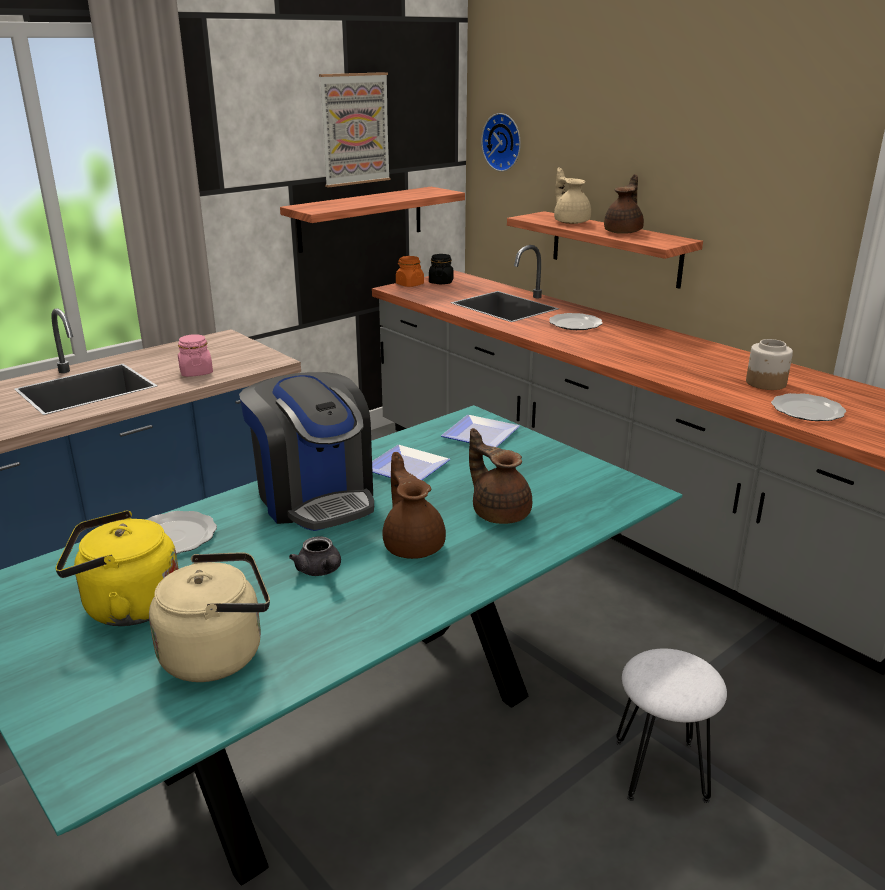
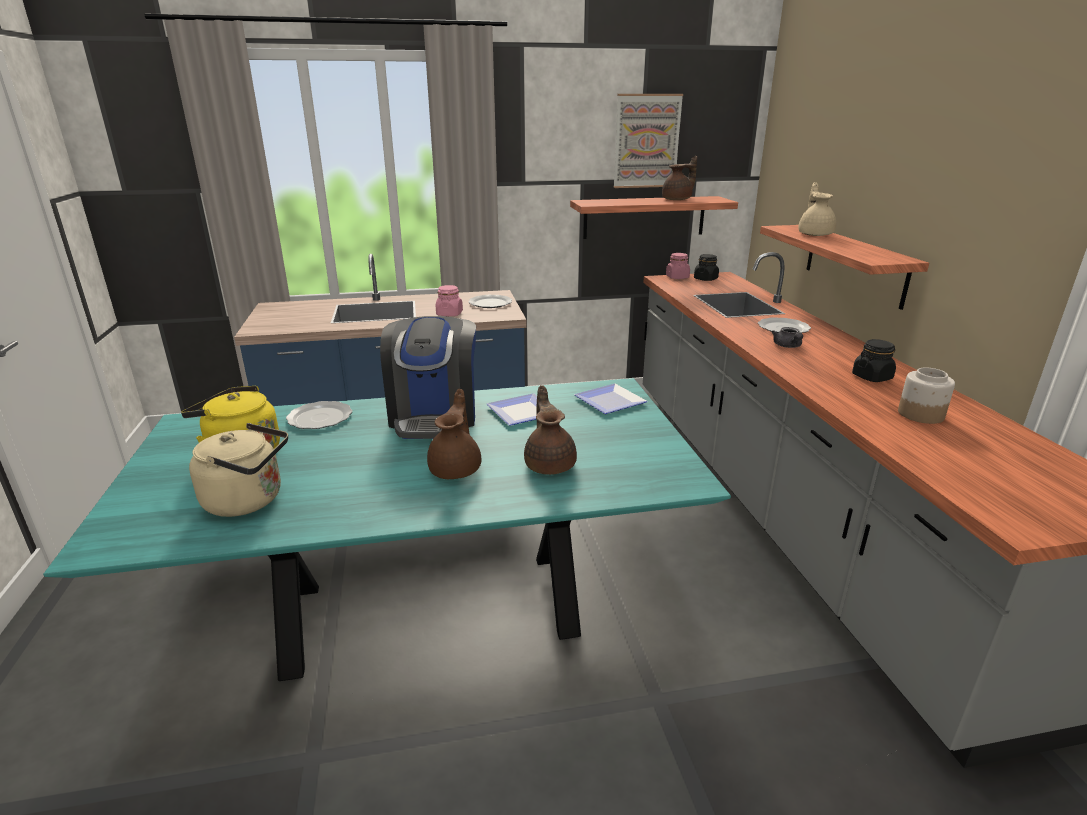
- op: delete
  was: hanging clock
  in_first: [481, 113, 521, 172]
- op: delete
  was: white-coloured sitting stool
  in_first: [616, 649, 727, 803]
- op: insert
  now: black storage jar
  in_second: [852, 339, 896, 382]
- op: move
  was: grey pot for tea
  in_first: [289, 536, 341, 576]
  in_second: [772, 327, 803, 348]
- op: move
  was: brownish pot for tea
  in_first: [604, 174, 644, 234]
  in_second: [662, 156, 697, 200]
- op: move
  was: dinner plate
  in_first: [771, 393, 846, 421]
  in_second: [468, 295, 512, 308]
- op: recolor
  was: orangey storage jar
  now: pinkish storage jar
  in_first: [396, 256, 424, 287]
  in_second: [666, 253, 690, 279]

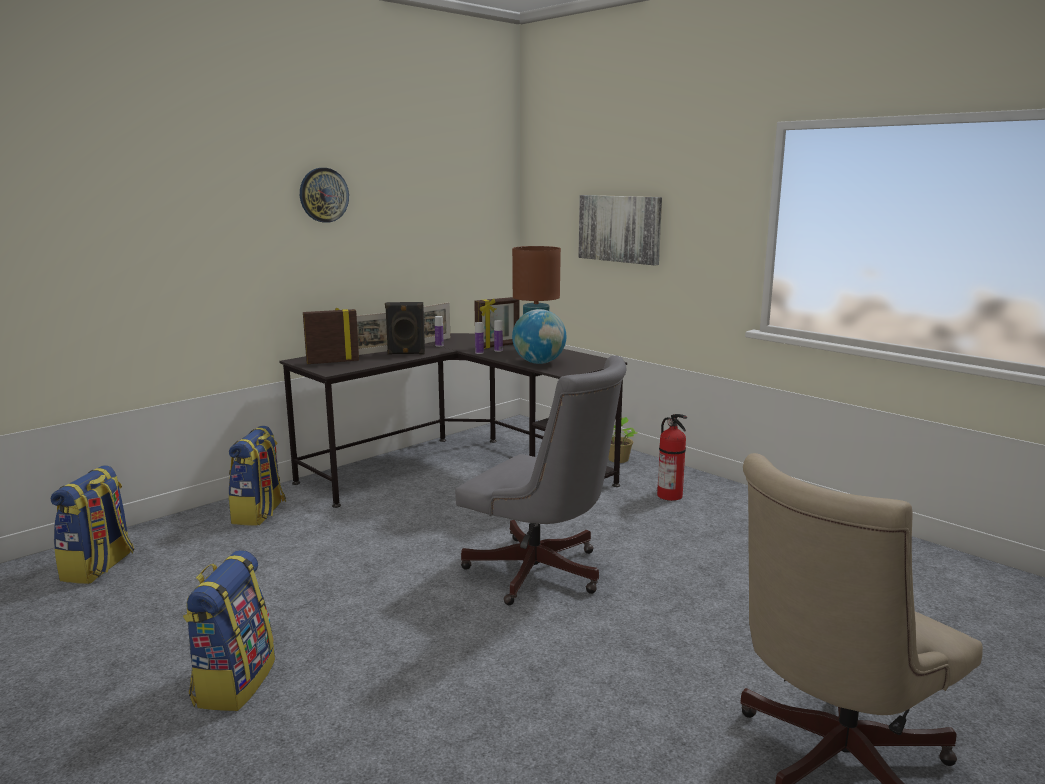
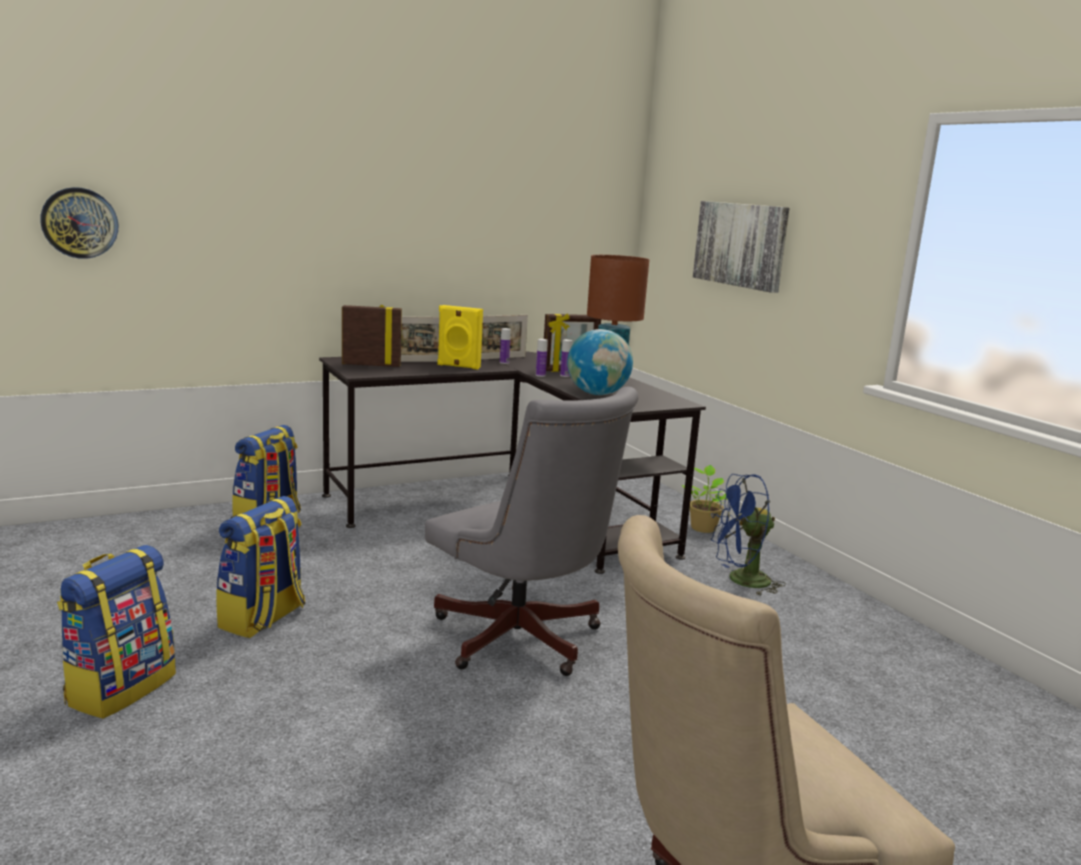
- op: move
  was: knapsack
  in_first: [51, 465, 134, 584]
  in_second: [216, 496, 305, 638]
- op: move
  was: hanging clock
  in_first: [300, 168, 349, 223]
  in_second: [40, 187, 118, 259]
- op: replace
  was: fire extinguisher
  now: blue cooling fan
  in_first: [657, 414, 687, 501]
  in_second: [711, 474, 786, 596]
- op: recolor
  was: black loudspeaker
  now: yellow-coloured loudspeaker
  in_first: [385, 302, 425, 355]
  in_second: [437, 305, 483, 370]

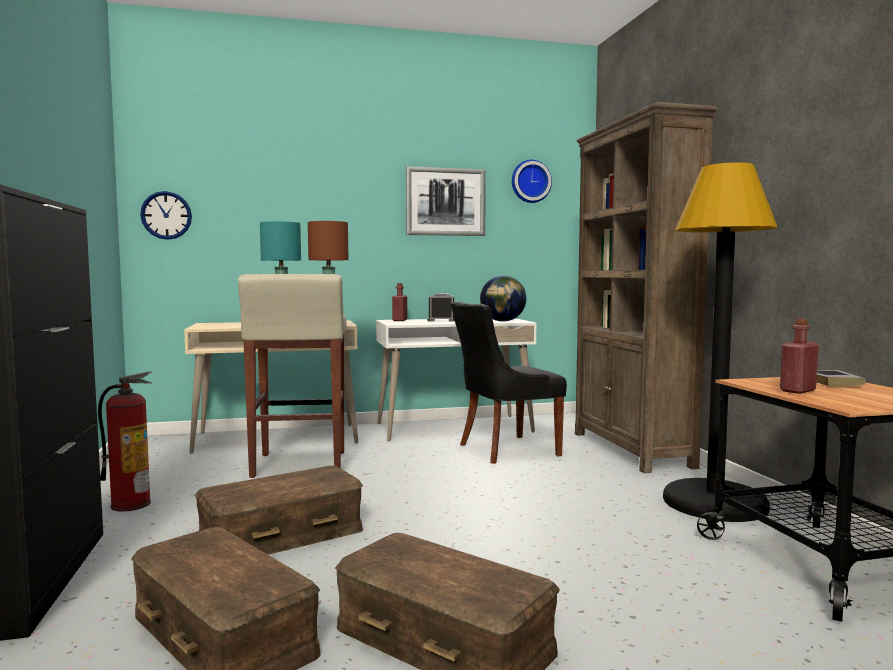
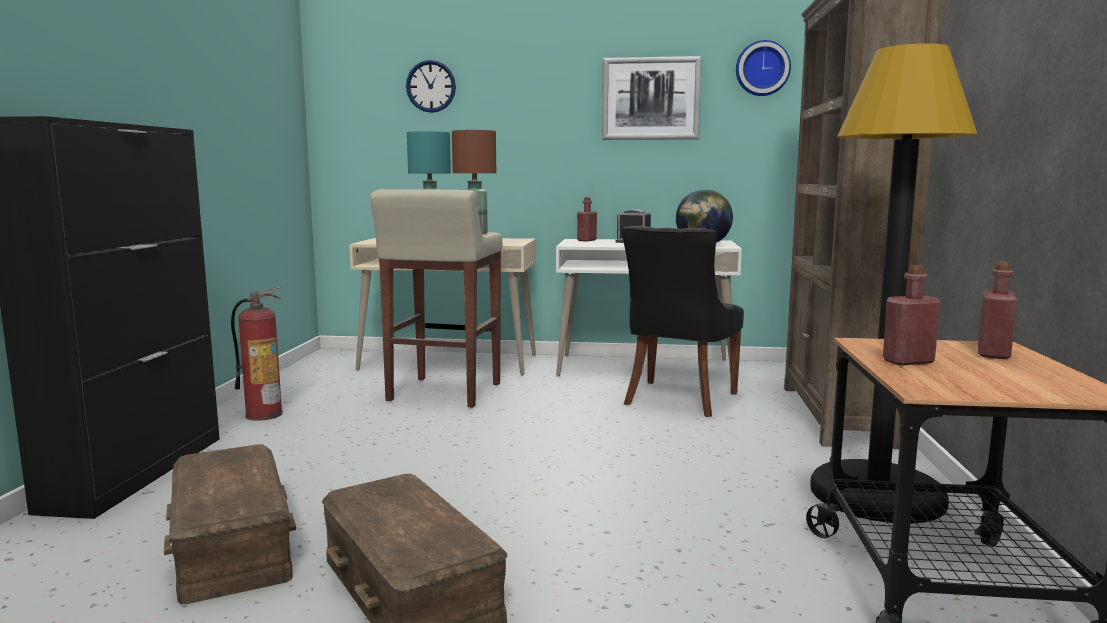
- op: delete
  was: brownish storage container
  in_first: [195, 466, 363, 555]
- op: move
  was: hanging clock
  in_first: [140, 191, 192, 240]
  in_second: [406, 60, 456, 113]
- op: replace
  was: volume
  now: red drink bottle
  in_first: [816, 370, 866, 386]
  in_second: [978, 261, 1017, 359]
- op: rotate
  was: black upright chair
  in_first: [451, 302, 567, 464]
  in_second: [621, 226, 744, 417]
  clockwise: -60

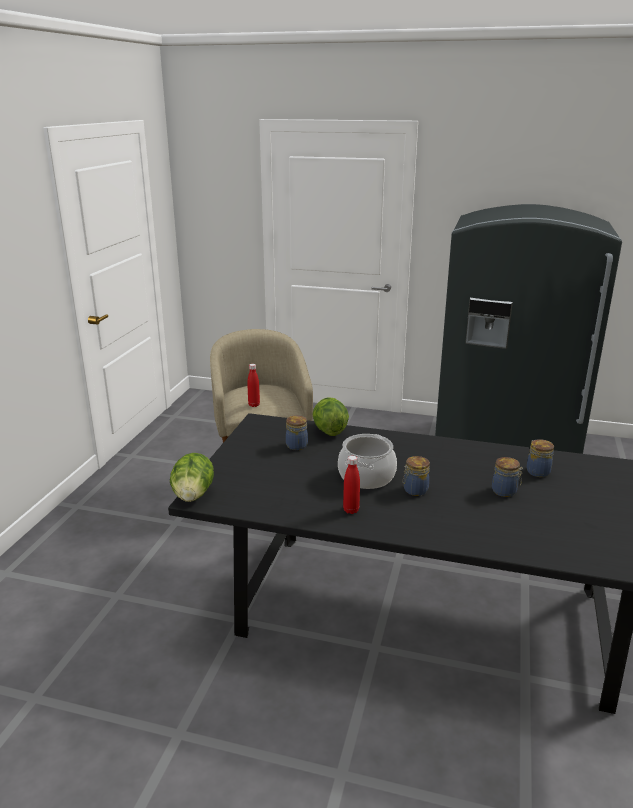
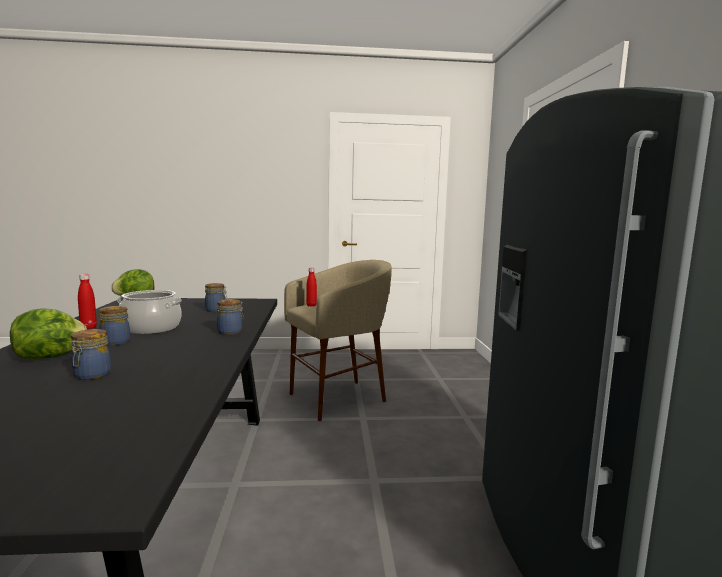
- op: move
  was: lettuce
  in_first: [312, 397, 349, 436]
  in_second: [10, 308, 87, 359]
- op: move
  was: storage jar
  in_first: [526, 439, 554, 477]
  in_second: [217, 299, 244, 335]

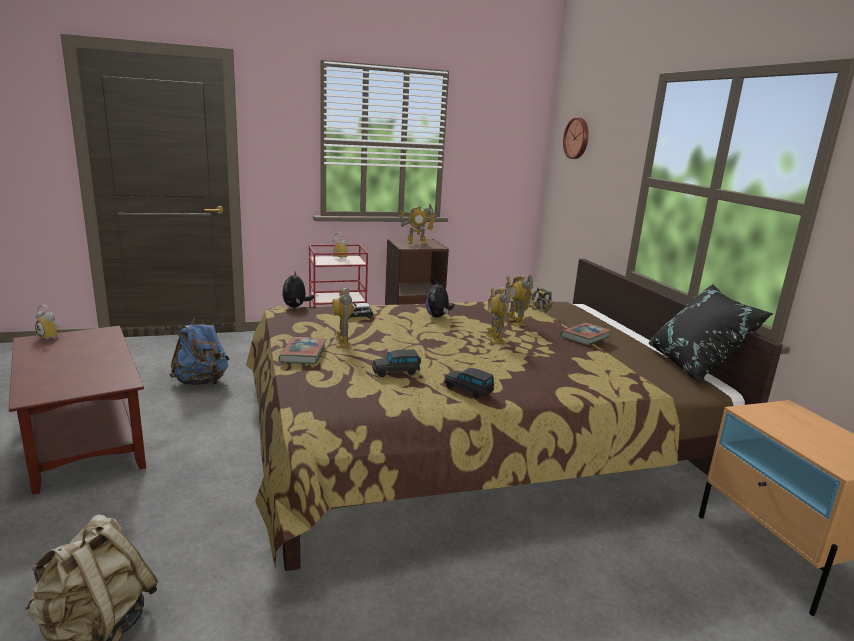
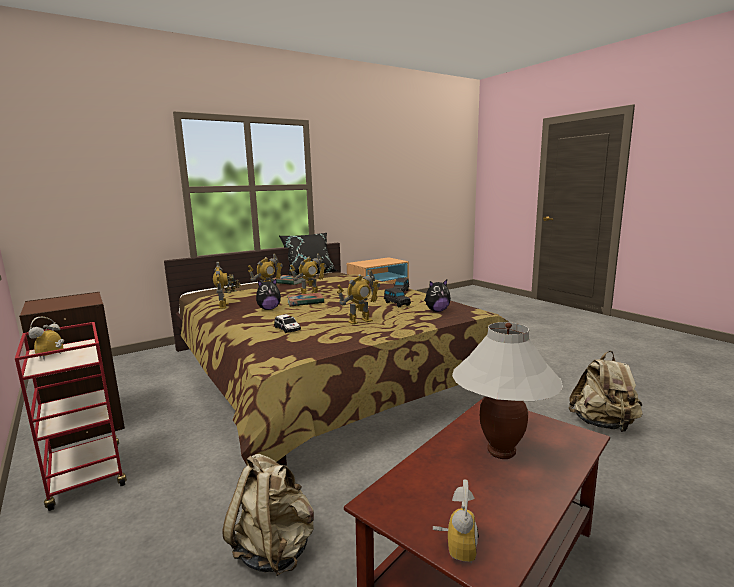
- op: delete
  was: hanging clock
  in_first: [563, 118, 589, 159]
- op: insert
  now: white-coloured lamp for a table
  in_second: [452, 322, 563, 459]
- op: move
  was: volume
  in_first: [278, 337, 326, 364]
  in_second: [287, 292, 324, 306]
- op: move
  was: plush toy
  in_first: [282, 272, 314, 308]
  in_second: [424, 280, 451, 312]
- op: move
  was: robot figure
  in_first: [399, 204, 437, 245]
  in_second: [213, 261, 229, 309]
- op: recolor
  was: blue knapsack
  now: beige-coloured knapsack
  in_first: [170, 316, 229, 385]
  in_second: [223, 454, 314, 576]

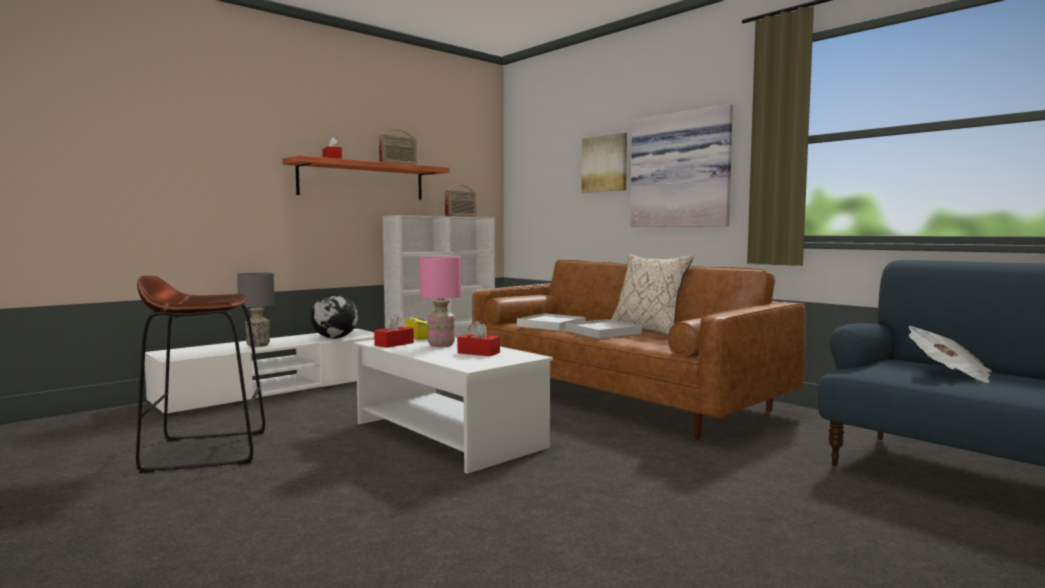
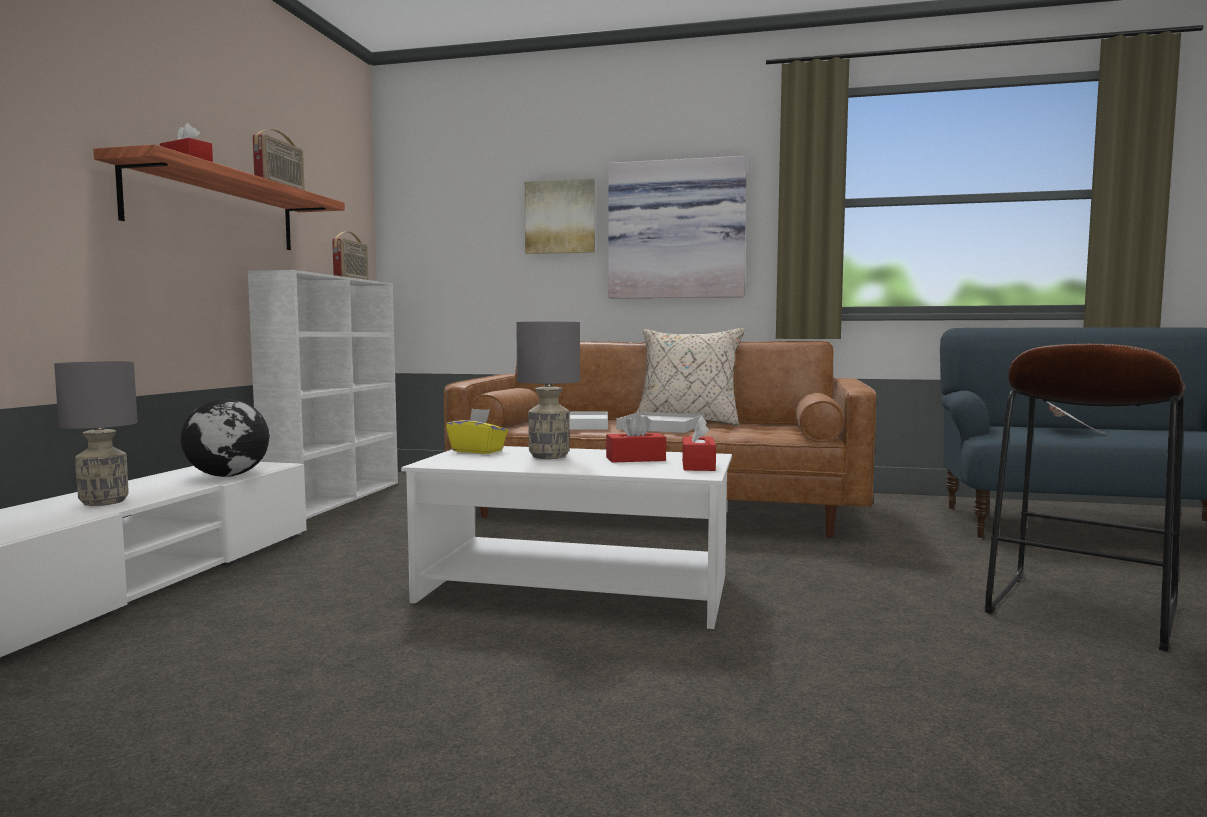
- op: move
  was: brownish sitting stool
  in_first: [136, 276, 266, 473]
  in_second: [985, 344, 1185, 652]
- op: move
  was: red box of tissues
  in_first: [374, 314, 414, 348]
  in_second: [682, 416, 716, 471]
- op: recolor
  was: pinkish lamp for a table
  now: grey lamp for a table
  in_first: [419, 256, 462, 347]
  in_second: [516, 321, 580, 459]

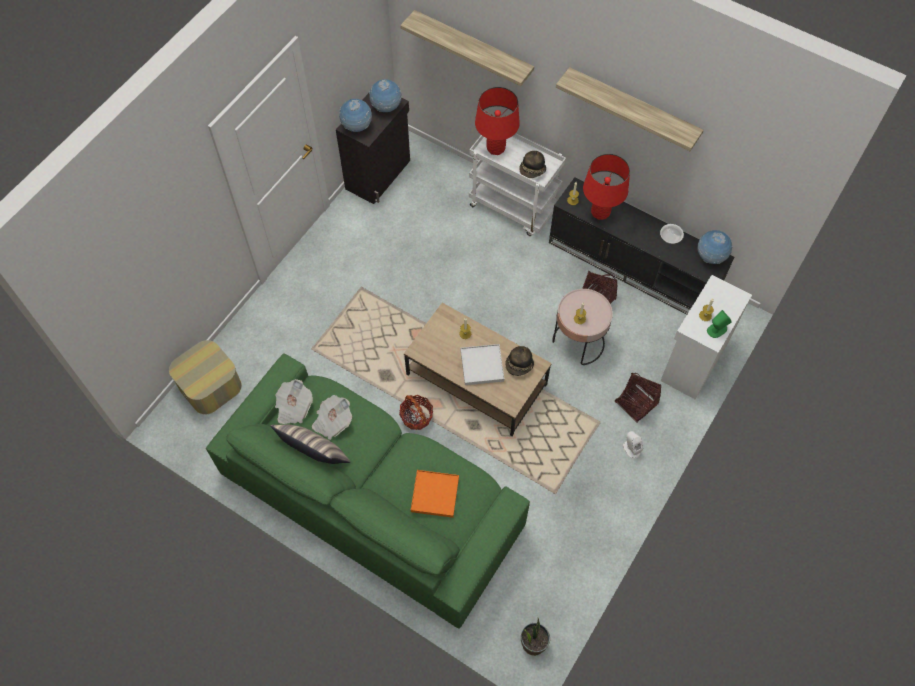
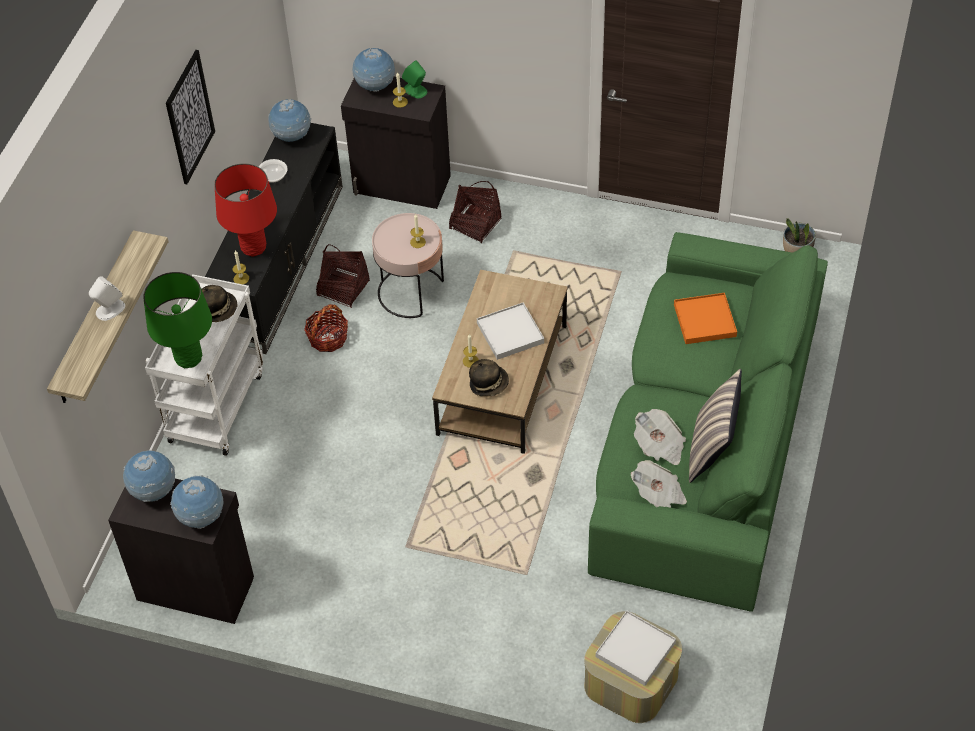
- op: insert
  now: globe
  in_second: [352, 48, 395, 92]
- op: insert
  now: white-coloured carrying tray
  in_second: [596, 611, 676, 686]
- op: move
  was: household basket
  in_first: [399, 395, 433, 430]
  in_second: [304, 304, 348, 352]
- op: move
  was: wearable hat
  in_first: [506, 346, 534, 376]
  in_second: [469, 359, 509, 396]
- op: move
  was: white-coloured loudspeaker
  in_first: [623, 431, 643, 459]
  in_second: [89, 277, 125, 321]
- op: replace
  was: shelf
  now: wall picture
  in_first: [556, 67, 704, 151]
  in_second: [166, 50, 215, 184]
- op: recolor
  was: red lamp for a table
  now: greenish lamp for a table
  in_first: [475, 87, 520, 155]
  in_second: [143, 272, 212, 368]
- op: recolor
  was: white-coloured cabinet
  now: black cabinet
  in_first: [661, 275, 752, 399]
  in_second: [341, 77, 451, 209]

